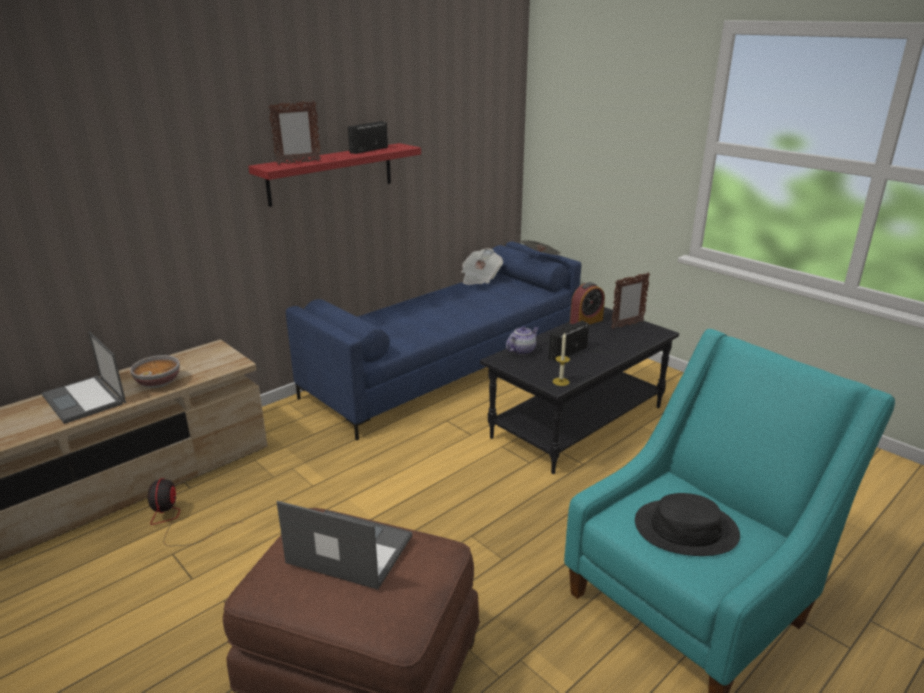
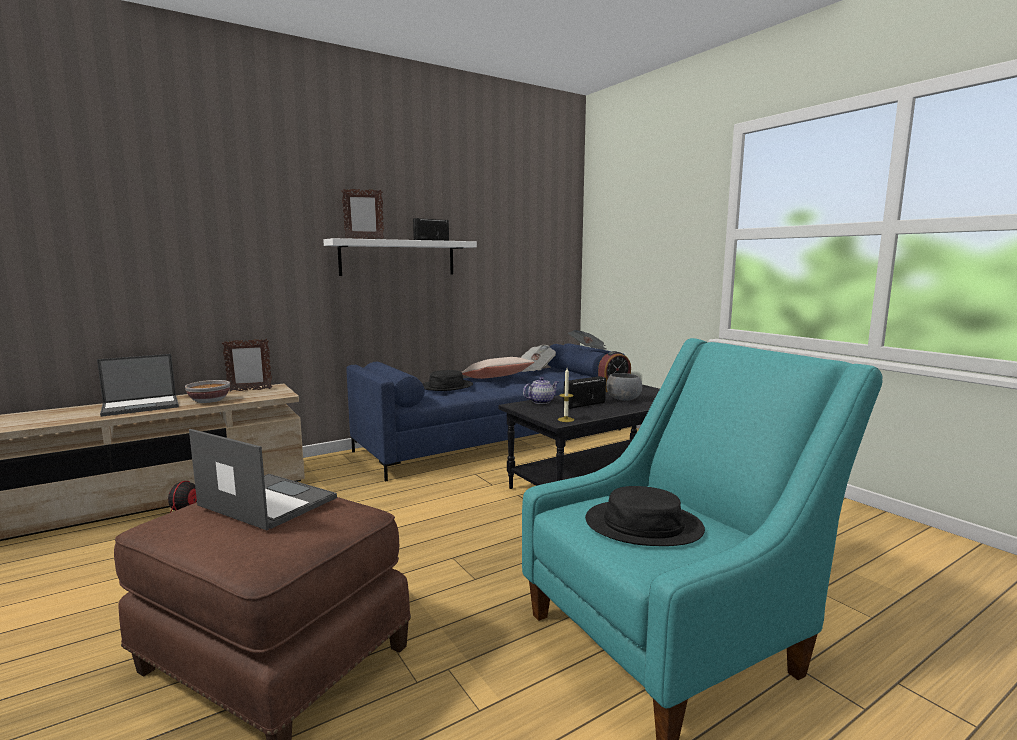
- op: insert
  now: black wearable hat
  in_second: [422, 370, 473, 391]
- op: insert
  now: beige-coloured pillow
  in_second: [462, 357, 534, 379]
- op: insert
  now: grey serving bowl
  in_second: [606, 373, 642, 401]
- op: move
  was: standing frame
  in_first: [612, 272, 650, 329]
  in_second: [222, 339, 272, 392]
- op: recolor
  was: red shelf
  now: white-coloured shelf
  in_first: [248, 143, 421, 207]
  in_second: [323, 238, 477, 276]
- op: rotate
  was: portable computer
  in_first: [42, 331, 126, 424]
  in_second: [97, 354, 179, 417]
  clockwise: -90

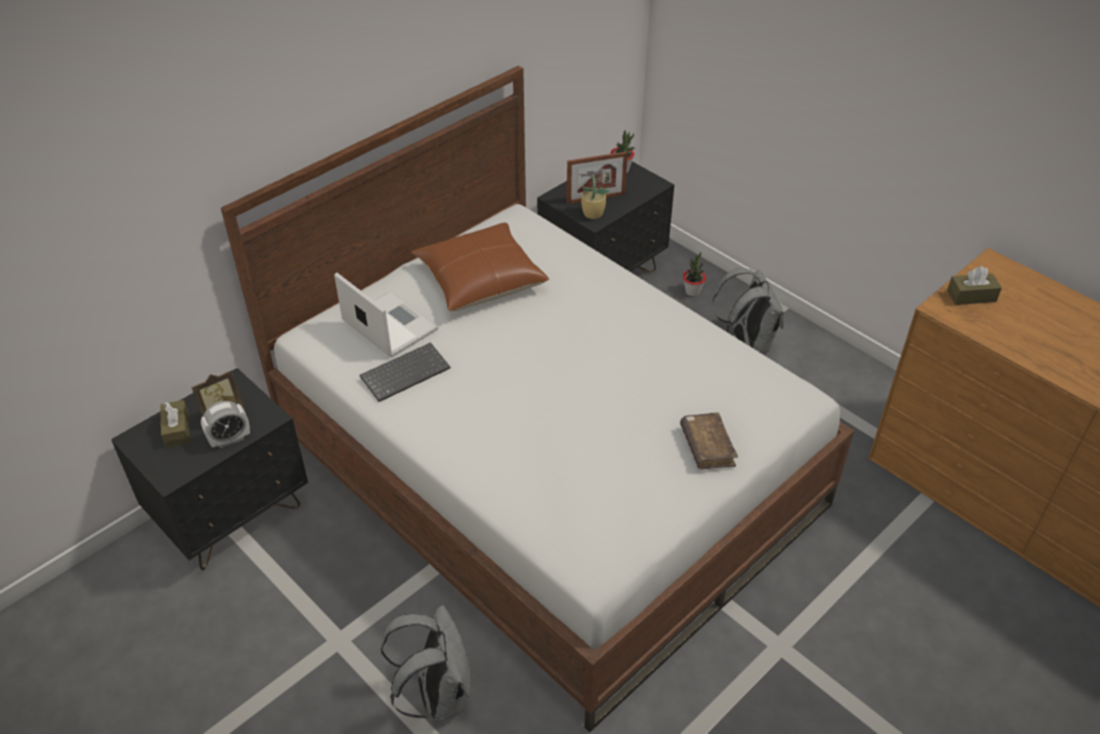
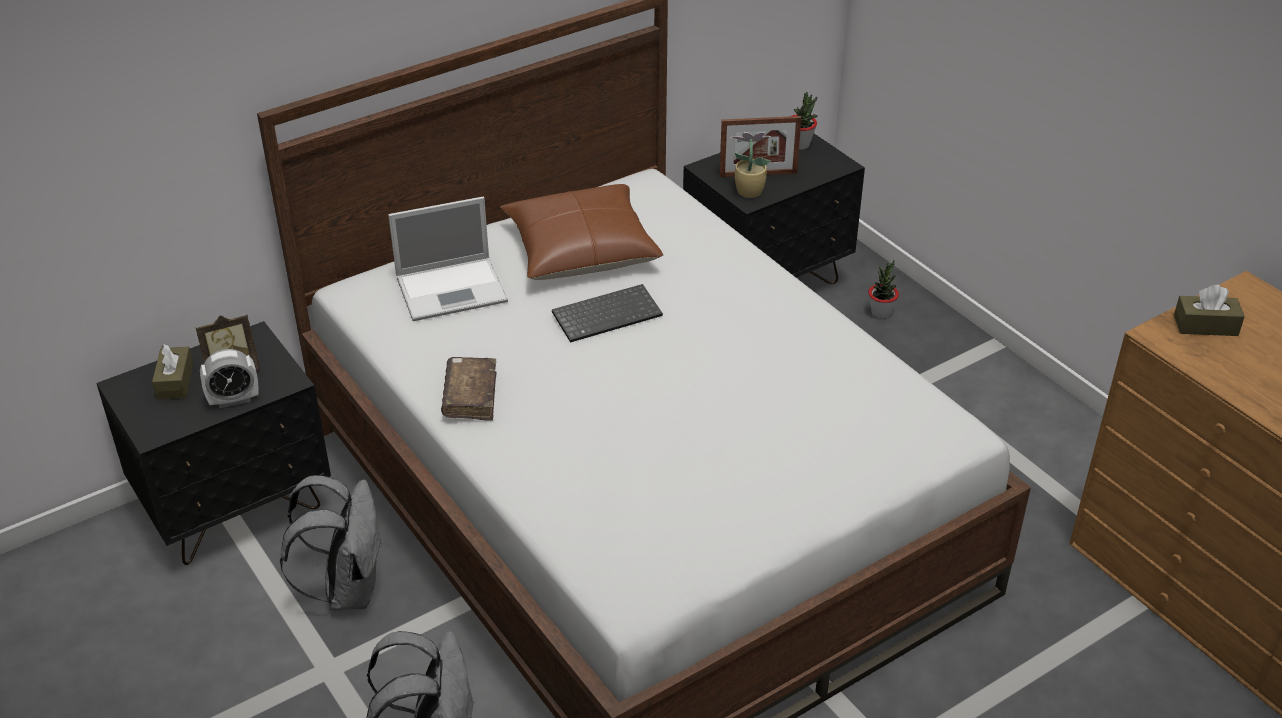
- op: move
  was: computer keyboard
  in_first: [360, 342, 450, 402]
  in_second: [552, 284, 663, 342]
- op: move
  was: brownish volume
  in_first: [680, 412, 738, 470]
  in_second: [441, 357, 496, 421]
- op: move
  was: grey knapsack
  in_first: [712, 268, 784, 353]
  in_second: [280, 475, 383, 611]
- op: rotate
  was: portable computer
  in_first: [334, 273, 438, 357]
  in_second: [388, 197, 508, 321]
  clockwise: 105

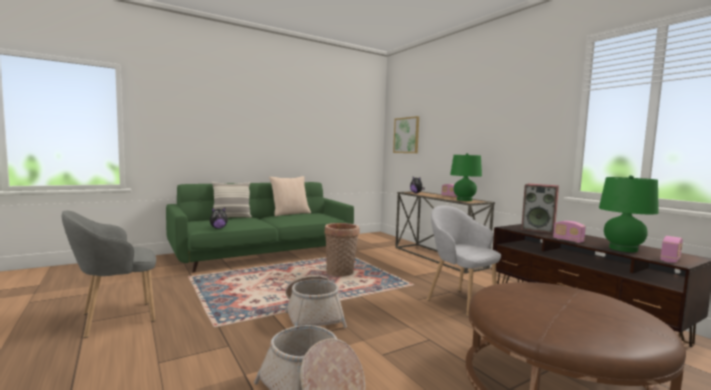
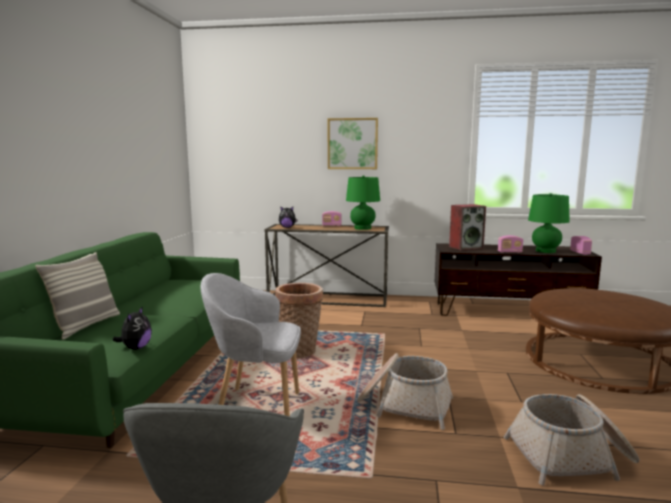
- op: delete
  was: beige-coloured pillow
  in_first: [269, 176, 311, 216]
- op: move
  was: wall picture
  in_first: [393, 116, 419, 153]
  in_second: [328, 118, 378, 169]
- op: move
  was: grey lounge chair
  in_first: [427, 205, 501, 317]
  in_second: [201, 273, 301, 416]

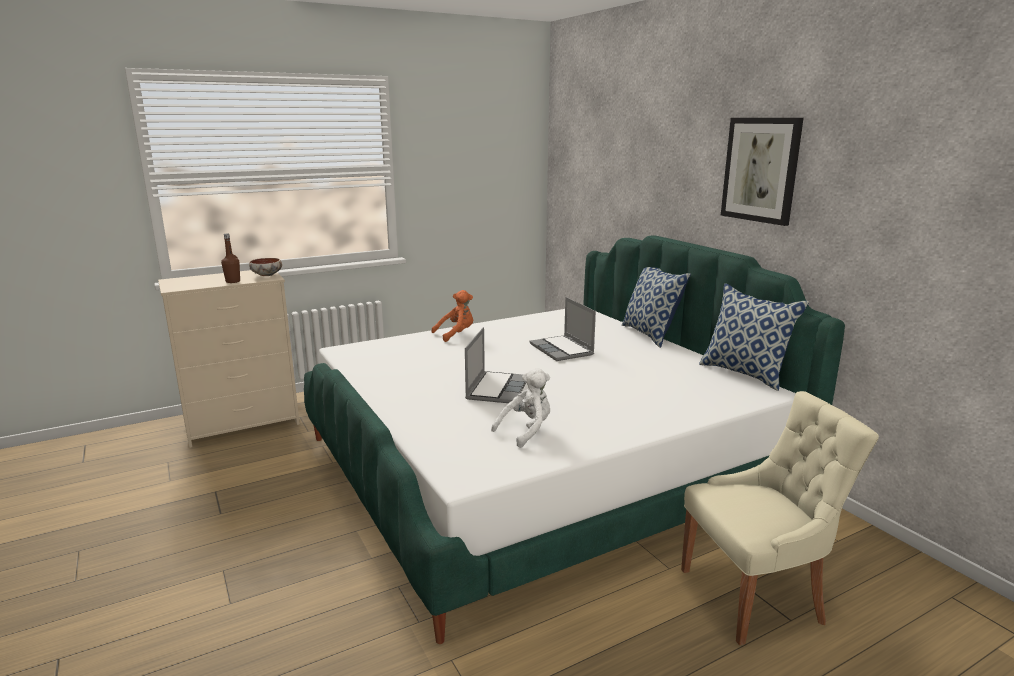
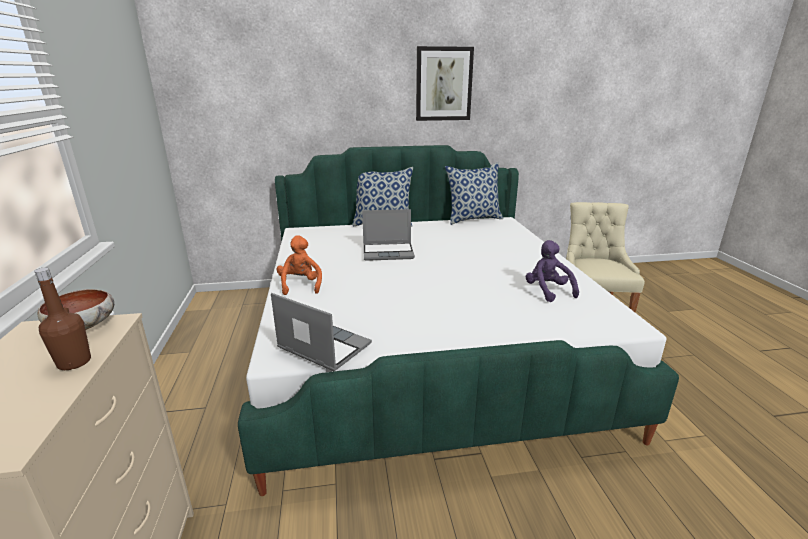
- op: move
  was: portable computer
  in_first: [465, 327, 526, 403]
  in_second: [271, 293, 372, 371]
- op: recolor
  was: white-coloured plush toy
  now: purplish plush toy
  in_first: [491, 368, 550, 448]
  in_second: [526, 240, 579, 302]

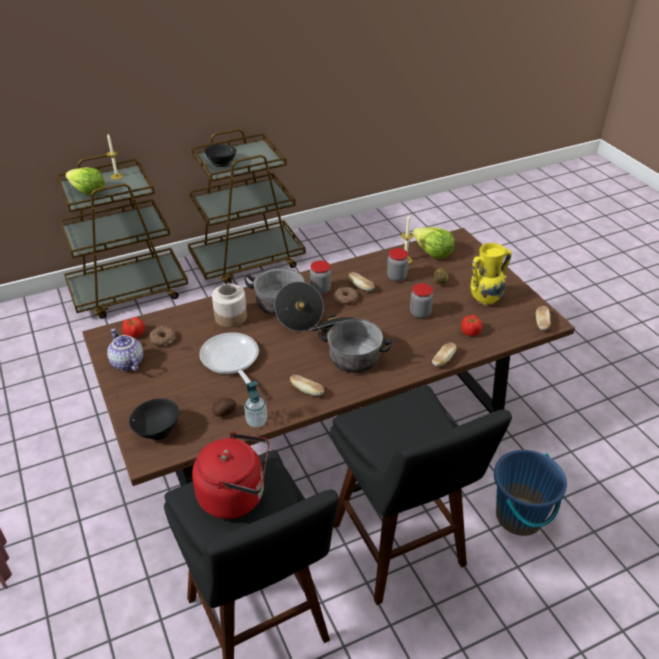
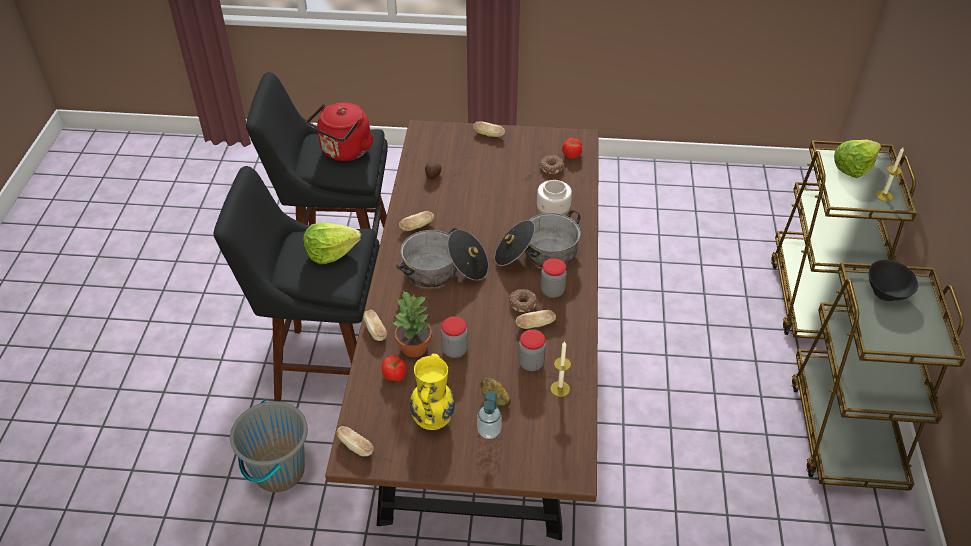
- op: delete
  was: pot for tea
  in_first: [107, 329, 143, 371]
- op: delete
  was: black serving bowl
  in_first: [129, 398, 179, 440]
- op: delete
  was: pan
  in_first: [199, 332, 259, 384]
- op: insert
  now: plant in a pot
  in_second: [393, 290, 432, 357]
- op: insert
  now: bakery bread
  in_second: [473, 121, 505, 137]
- op: move
  was: soap bottle
  in_first: [244, 381, 267, 428]
  in_second: [477, 391, 502, 439]
- op: move
  was: lettuce
  in_first: [412, 227, 454, 259]
  in_second: [303, 223, 361, 264]
- op: recolor
  was: blue pail
  now: grey pail
  in_first: [494, 450, 567, 536]
  in_second: [230, 400, 308, 492]

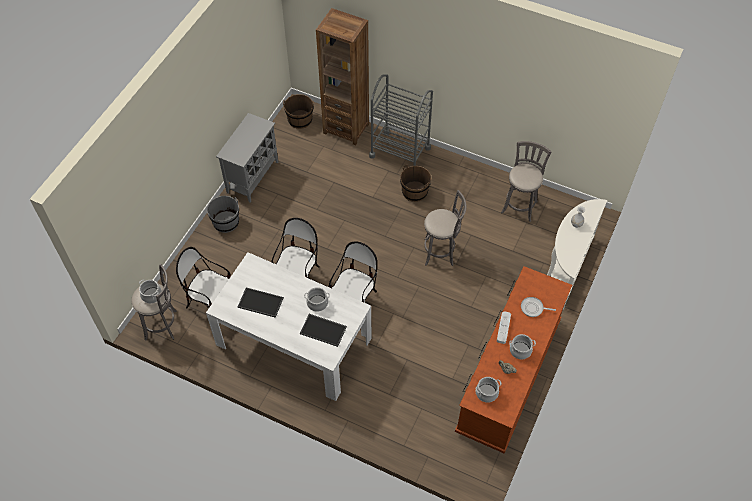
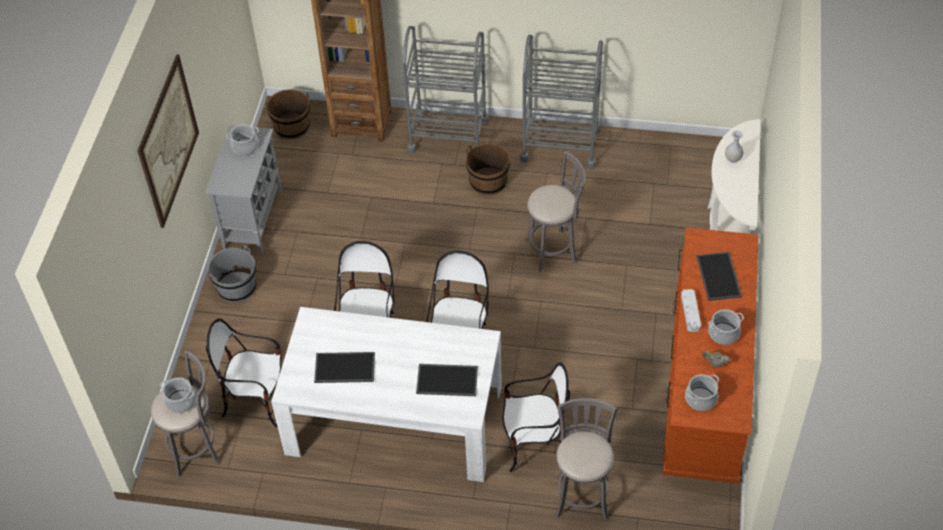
- op: insert
  now: wall picture
  in_second: [137, 54, 199, 228]
- op: insert
  now: upright chair
  in_second: [503, 362, 570, 472]
- op: insert
  now: grey cart
  in_second: [520, 35, 603, 169]
- op: move
  was: cooking pot
  in_first: [304, 287, 330, 312]
  in_second: [226, 124, 259, 155]
- op: move
  was: grey sitting stool
  in_first: [501, 141, 552, 222]
  in_second: [556, 398, 618, 520]
- op: replace
  was: pan
  now: carrying tray
  in_first: [521, 297, 556, 317]
  in_second: [696, 252, 742, 301]

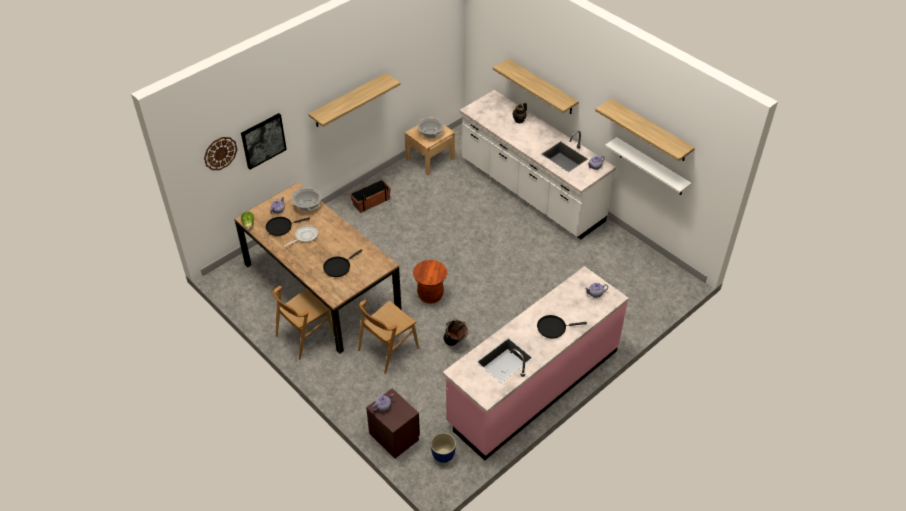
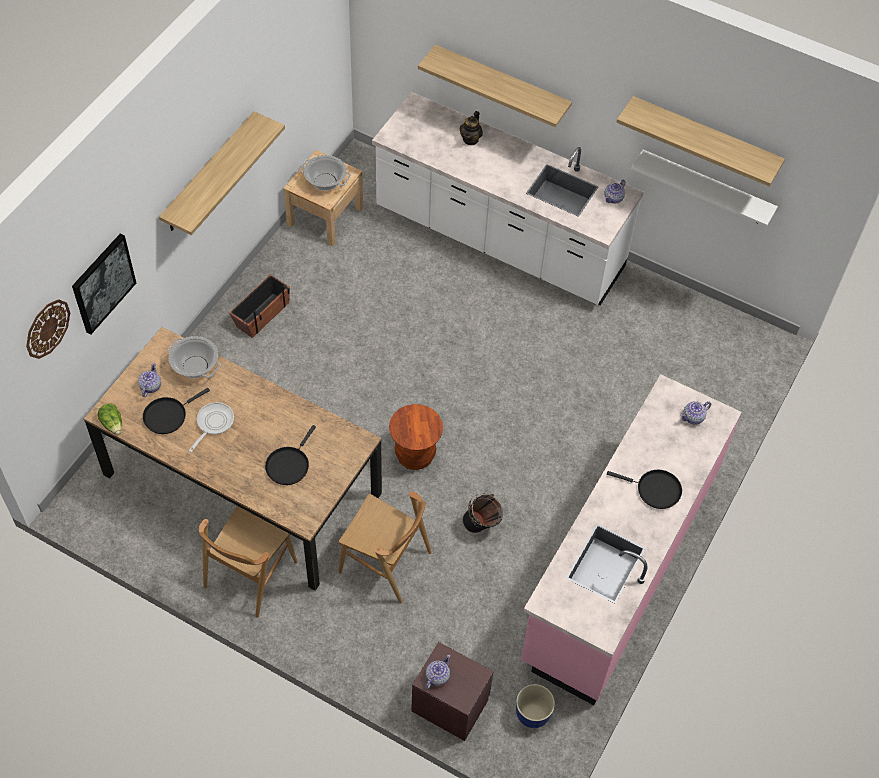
- op: rotate
  was: brownish upright chair
  in_first: [358, 300, 419, 374]
  in_second: [338, 491, 432, 603]
  clockwise: -90
- op: rotate
  was: black pan
  in_first: [537, 315, 587, 338]
  in_second: [607, 470, 682, 509]
  clockwise: -135

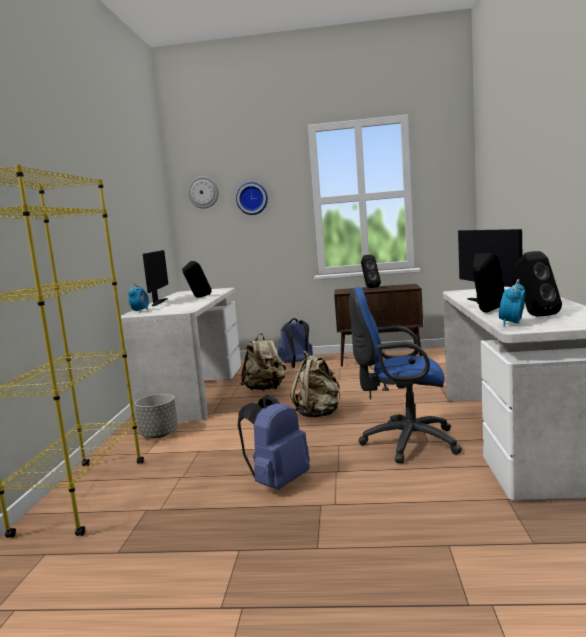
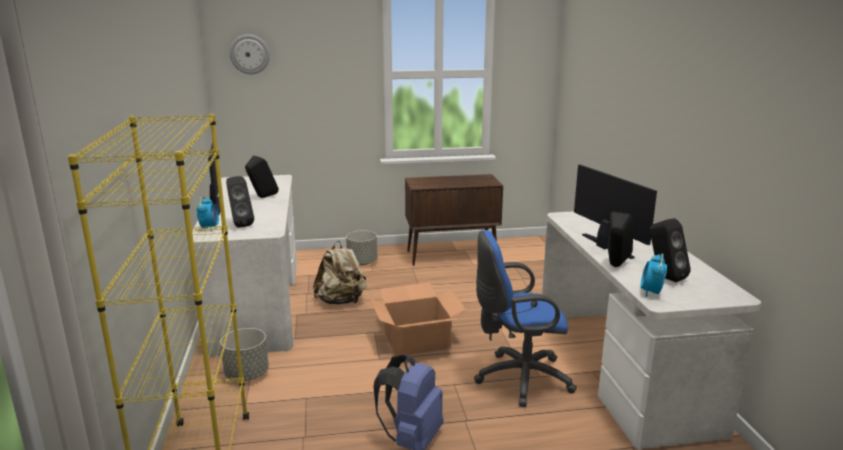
- op: delete
  was: hanging clock
  in_first: [236, 182, 268, 215]
- op: move
  was: black loudspeaker
  in_first: [361, 255, 381, 288]
  in_second: [226, 176, 254, 228]
- op: replace
  was: blue knapsack
  now: grey flower pot
  in_first: [277, 318, 313, 368]
  in_second: [346, 231, 377, 265]
- op: replace
  was: beige-coloured knapsack
  now: carton
  in_first: [290, 351, 340, 417]
  in_second: [370, 283, 466, 356]

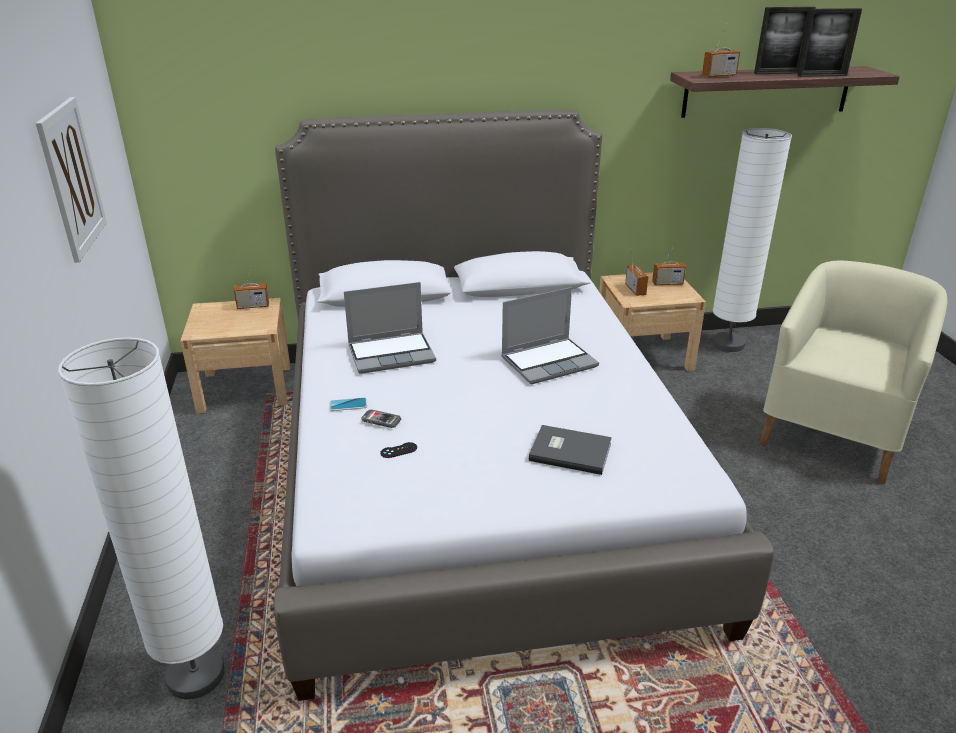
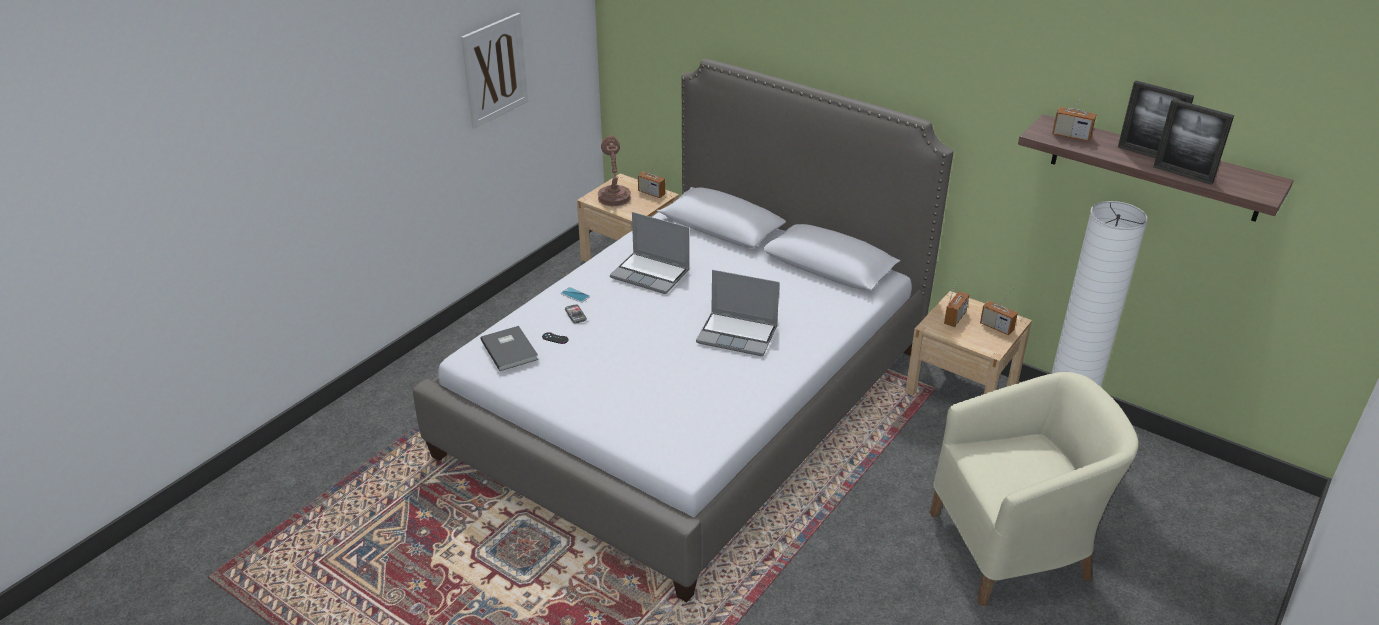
- op: delete
  was: white-coloured standing lamp
  in_first: [58, 337, 225, 699]
- op: insert
  now: brownish lamp for a table
  in_second: [598, 135, 631, 206]
- op: move
  was: grey volume
  in_first: [529, 425, 612, 475]
  in_second: [480, 326, 538, 371]

